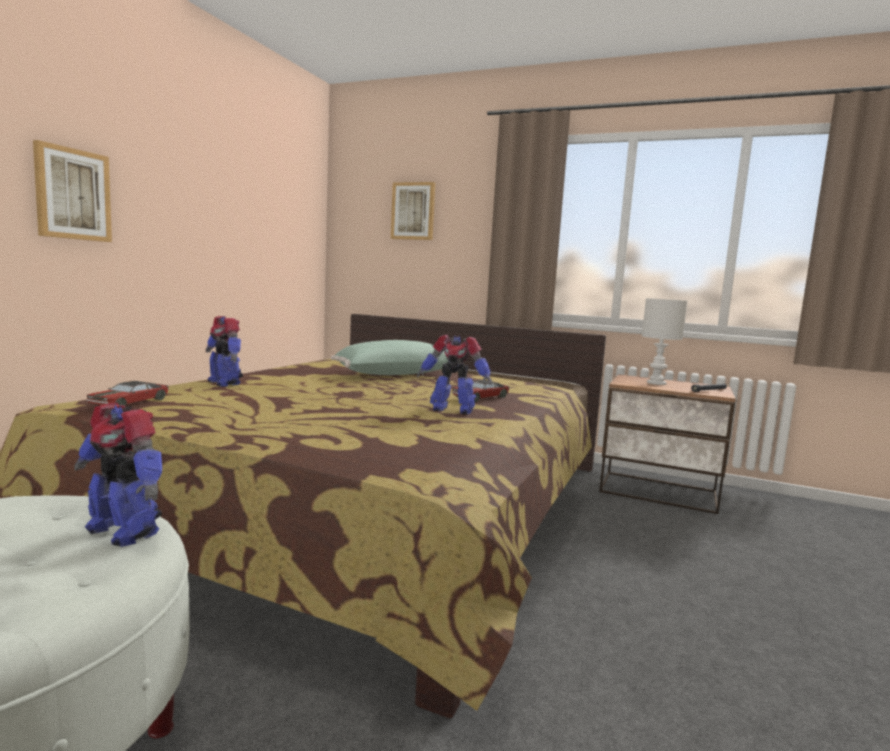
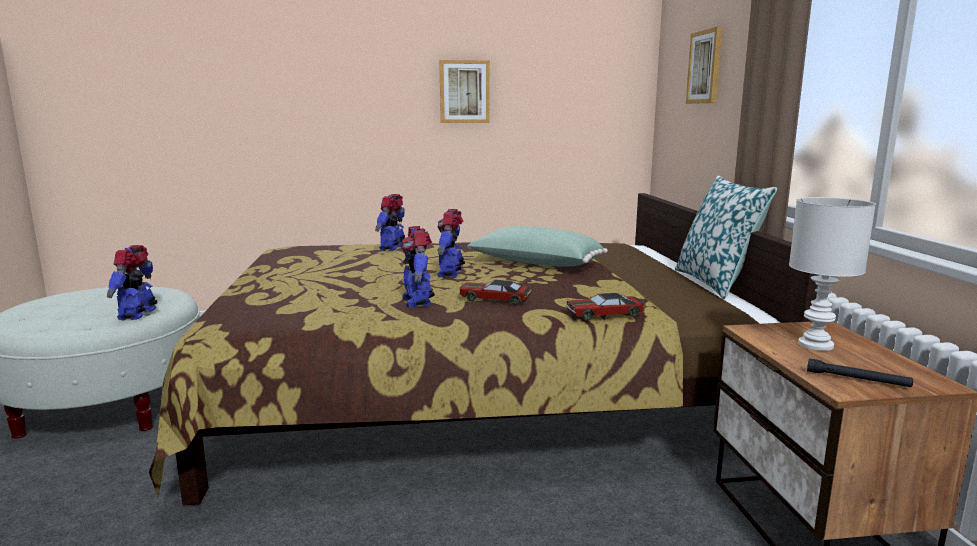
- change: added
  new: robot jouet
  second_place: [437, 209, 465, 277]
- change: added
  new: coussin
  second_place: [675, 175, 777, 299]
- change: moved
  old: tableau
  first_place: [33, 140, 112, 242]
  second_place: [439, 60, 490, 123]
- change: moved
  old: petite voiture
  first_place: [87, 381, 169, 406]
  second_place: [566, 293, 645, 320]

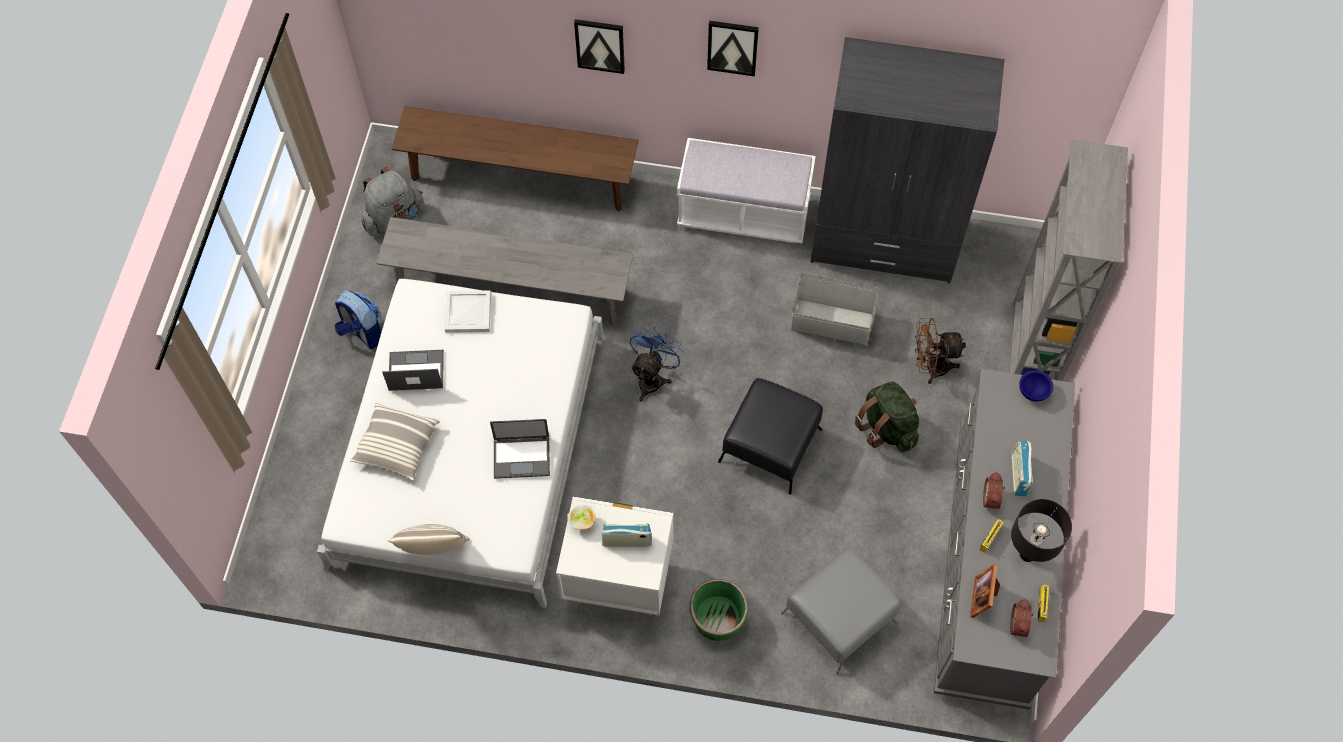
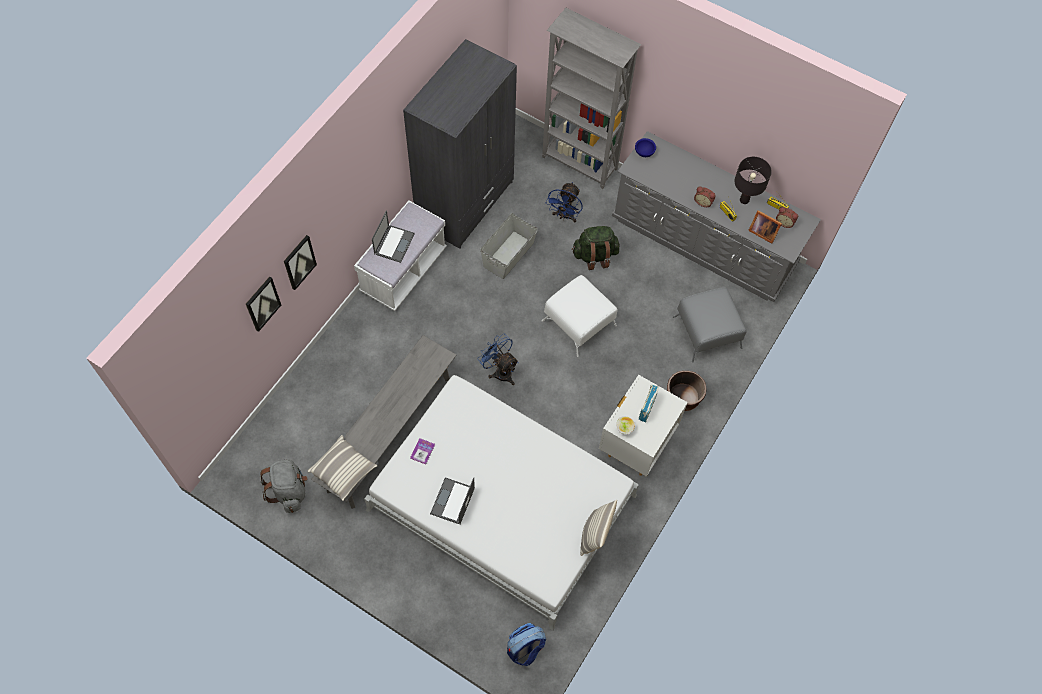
- change: removed
  old: banc [marron]
  first_place: [391, 106, 639, 212]
- change: removed
  old: radio
  first_place: [1011, 440, 1033, 496]
- change: moved
  old: sac à dos
  first_place: [334, 290, 382, 349]
  second_place: [507, 623, 546, 666]
- change: moved
  old: coussin
  first_place: [350, 403, 440, 481]
  second_place: [307, 435, 377, 501]
- change: moved
  old: ordinateur portable
  first_place: [490, 419, 550, 479]
  second_place: [372, 210, 415, 263]
- change: moved
  old: tableau
  first_place: [707, 20, 759, 76]
  second_place: [246, 276, 281, 332]
- change: replaced
  old: plateau [blanc]
  new: livre
  first_place: [444, 290, 491, 333]
  second_place: [410, 438, 435, 464]
- change: recoloured
  old: cache-pot [vert]
  new: cache-pot [marron]
  first_place: [689, 579, 748, 641]
  second_place: [667, 371, 706, 411]
- change: recoloured
  old: pouf [noir]
  new: pouf [blanc]
  first_place: [718, 378, 823, 494]
  second_place: [542, 275, 618, 357]
- change: recoloured
  old: ventilateur [marron]
  new: ventilateur [bleu]
  first_place: [915, 318, 966, 384]
  second_place: [546, 182, 583, 223]

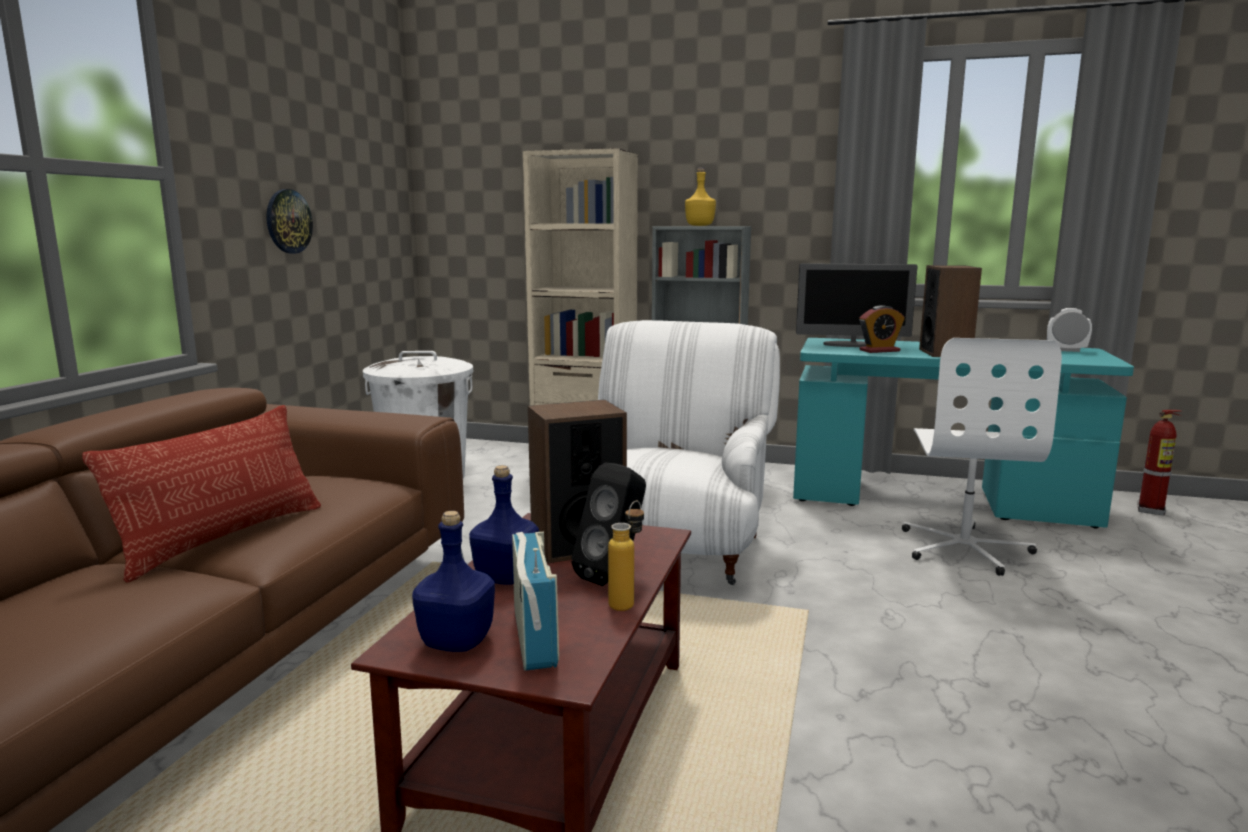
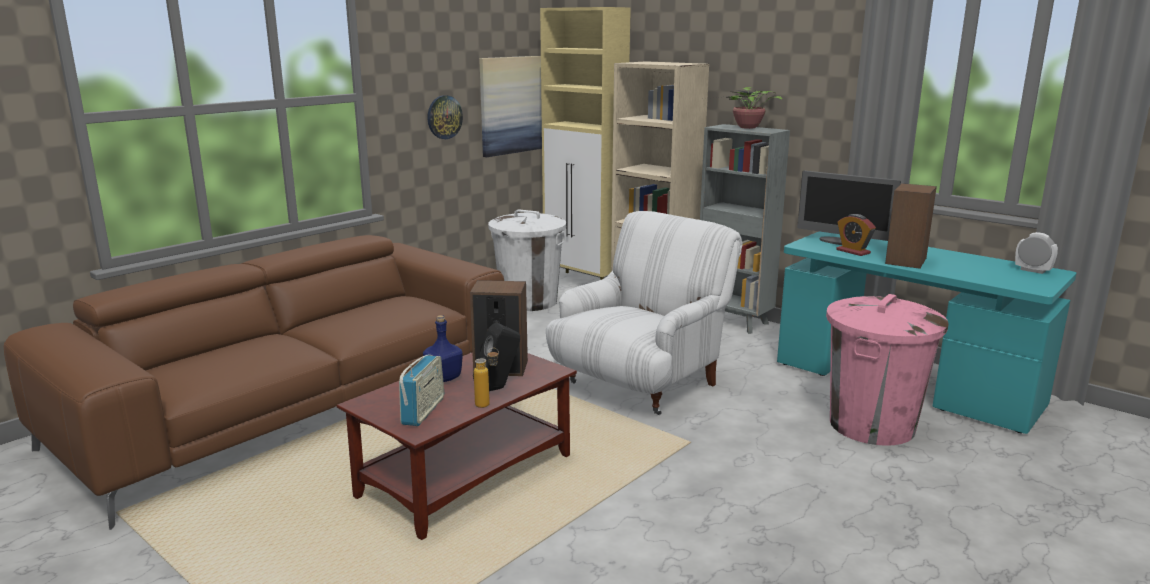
- change: removed
  old: coussin
  first_place: [82, 405, 321, 583]
- change: removed
  old: bouteille [bleu]
  first_place: [412, 511, 495, 652]
- change: removed
  old: extincteur
  first_place: [1138, 410, 1183, 516]
- change: added
  new: tableau
  second_place: [479, 56, 542, 157]
- change: added
  new: meuble de rangement [beige]
  second_place: [540, 7, 631, 280]
- change: replaced
  old: bouteille [jaune]
  new: plante en pot
  first_place: [685, 168, 716, 226]
  second_place: [706, 87, 782, 129]
- change: replaced
  old: chaise de bureau [blanc]
  new: poubelle [rose]
  first_place: [902, 338, 1062, 576]
  second_place: [826, 294, 949, 446]
- change: turned
  old: réveil
  first_place: [859, 305, 905, 353]
  second_place: [836, 214, 876, 256]
  degrees: 45

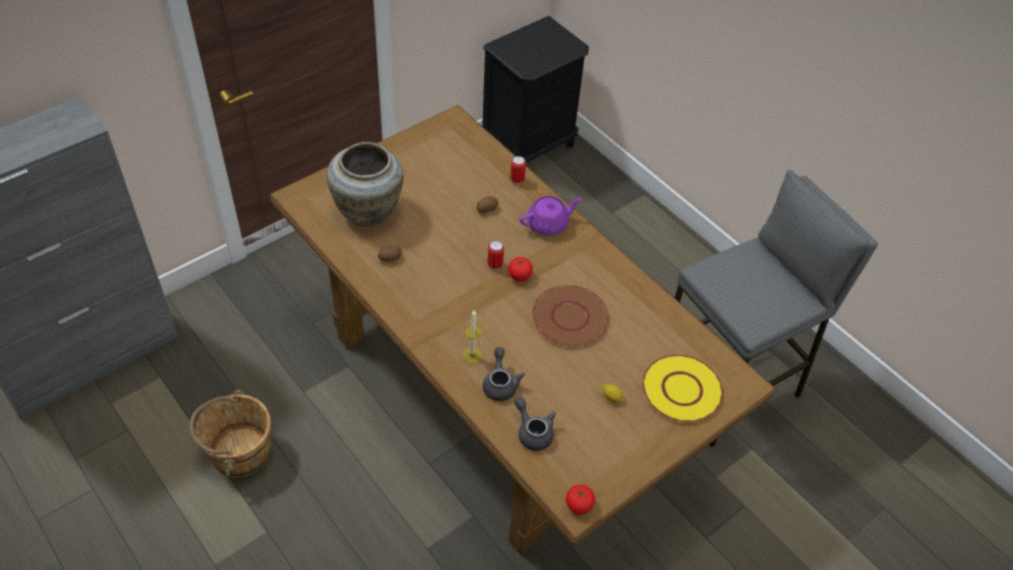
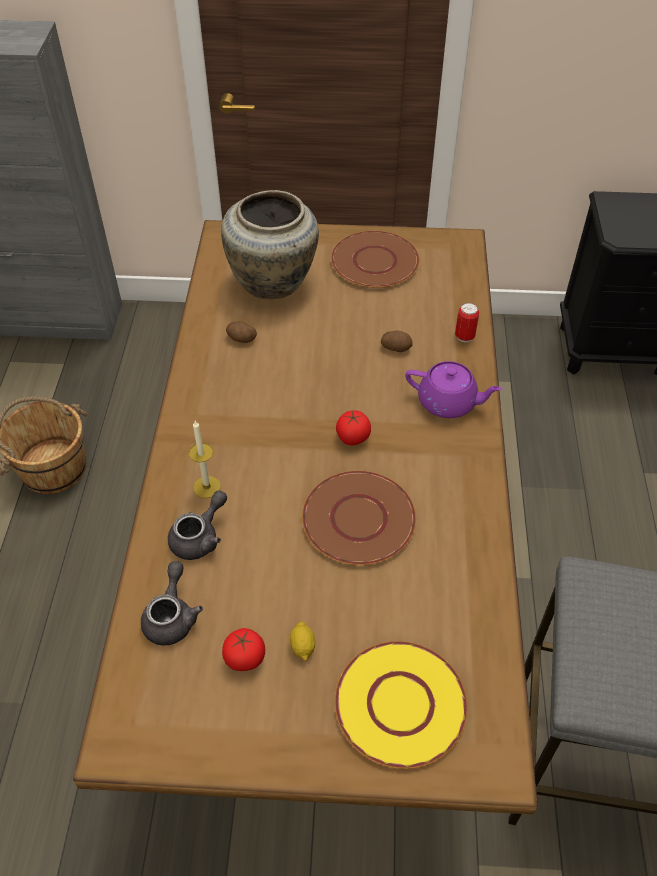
- change: removed
  old: boîte métallique
  first_place: [487, 241, 504, 270]
- change: added
  new: assiette [marron]
  second_place: [331, 231, 419, 288]
- change: moved
  old: tomate
  first_place: [566, 484, 595, 515]
  second_place: [222, 628, 265, 671]

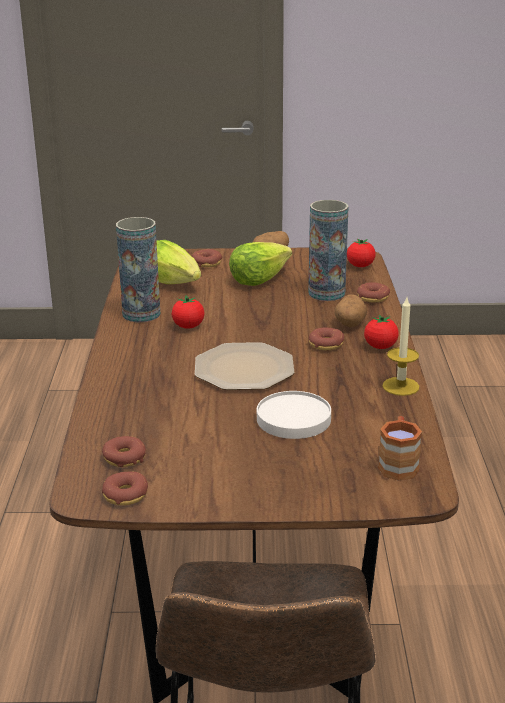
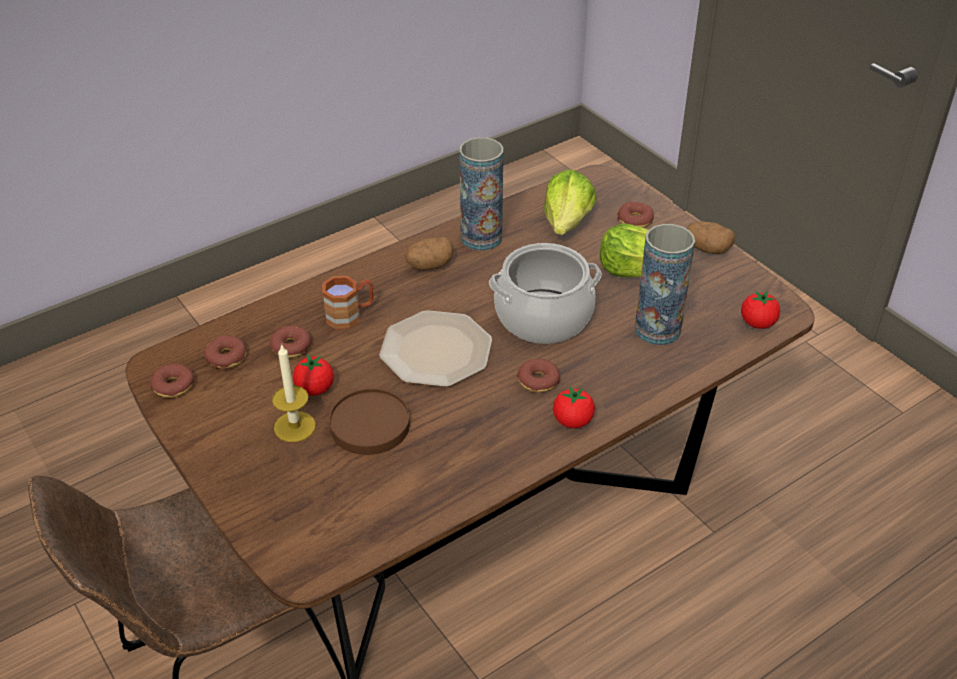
- change: added
  new: marmite
  second_place: [489, 243, 602, 344]
- change: moved
  old: tomate
  first_place: [172, 296, 204, 329]
  second_place: [293, 354, 334, 396]
- change: moved
  old: pomme de terre
  first_place: [335, 294, 367, 328]
  second_place: [405, 237, 453, 271]
- change: moved
  old: beignet
  first_place: [357, 282, 390, 303]
  second_place: [270, 326, 312, 358]
- change: moved
  old: mug [marron]
  first_place: [378, 416, 422, 481]
  second_place: [322, 276, 373, 329]
- change: moved
  old: bougie
  first_place: [382, 298, 419, 396]
  second_place: [272, 344, 316, 442]
- change: recoloured
  old: assiette [blanc]
  new: assiette [marron]
  first_place: [257, 391, 331, 439]
  second_place: [329, 388, 410, 455]

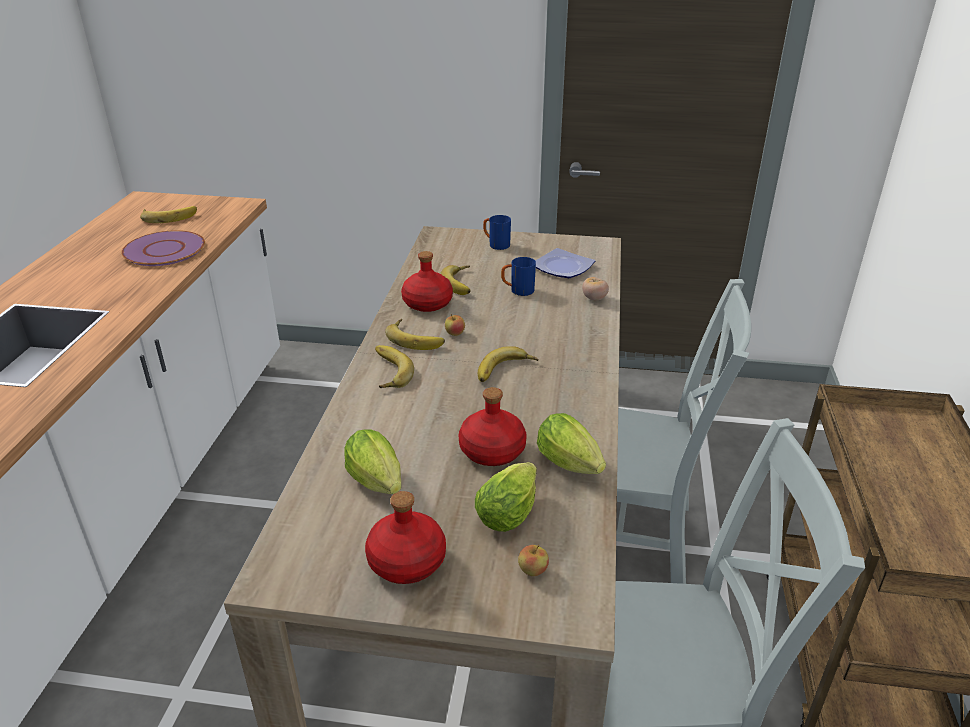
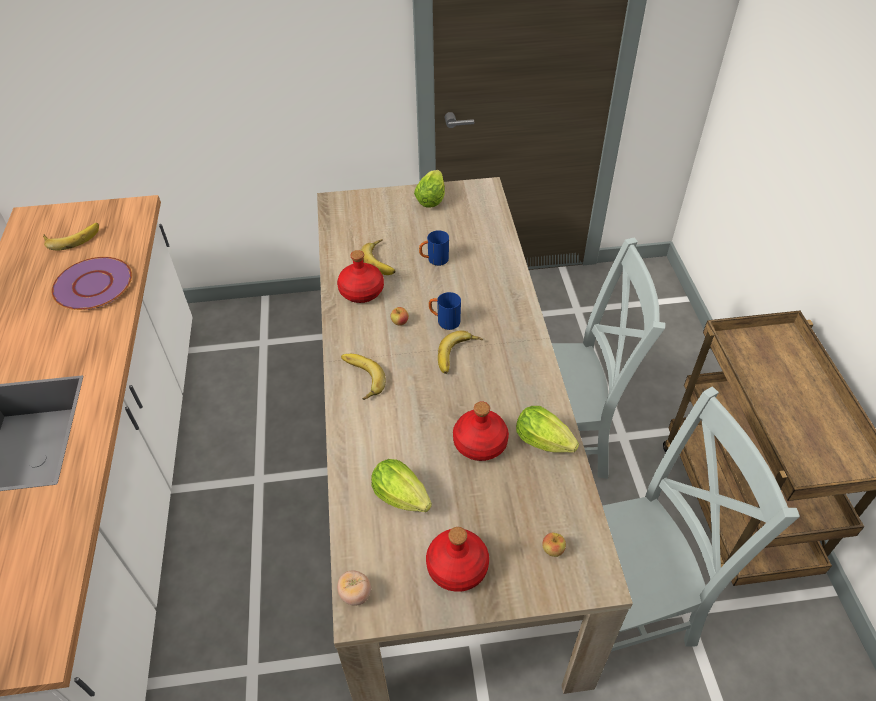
- change: removed
  old: banane
  first_place: [385, 319, 445, 350]
- change: removed
  old: assiette
  first_place: [535, 248, 596, 278]
- change: moved
  old: laitue
  first_place: [475, 462, 537, 532]
  second_place: [414, 170, 445, 208]
- change: moved
  old: mug [bleu]
  first_place: [483, 215, 511, 250]
  second_place: [429, 292, 461, 330]
- change: moved
  old: tomate
  first_place: [582, 277, 609, 300]
  second_place: [337, 571, 371, 606]

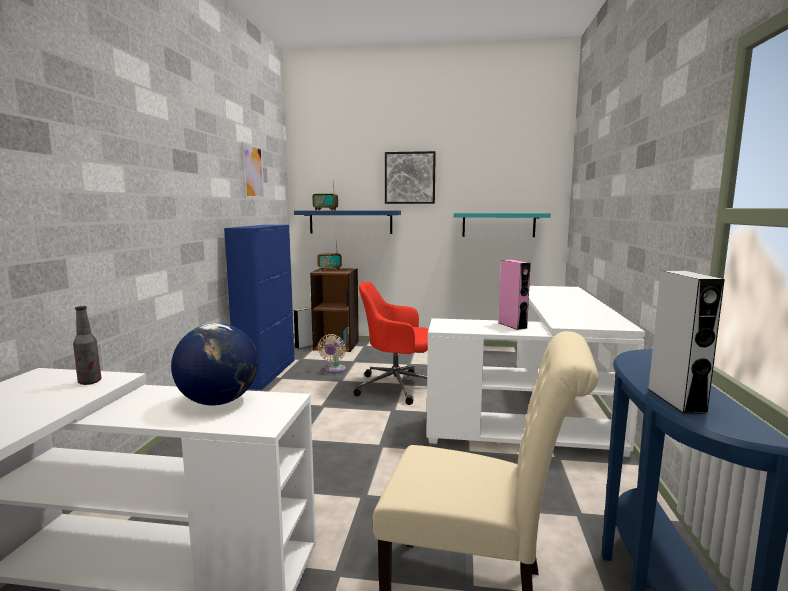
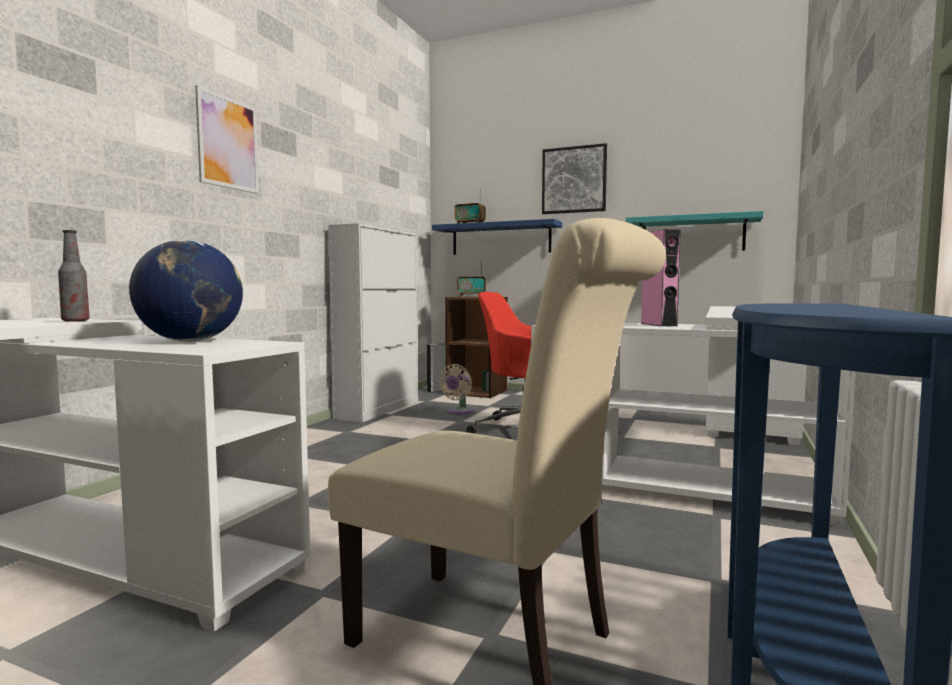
- change: removed
  old: enceinte [gris]
  first_place: [648, 270, 725, 414]
- change: moved
  old: tableau
  first_place: [241, 142, 264, 199]
  second_place: [195, 85, 259, 194]
- change: recoloured
  old: meuble de rangement [bleu]
  new: meuble de rangement [blanc]
  first_place: [224, 225, 294, 390]
  second_place: [328, 223, 418, 422]

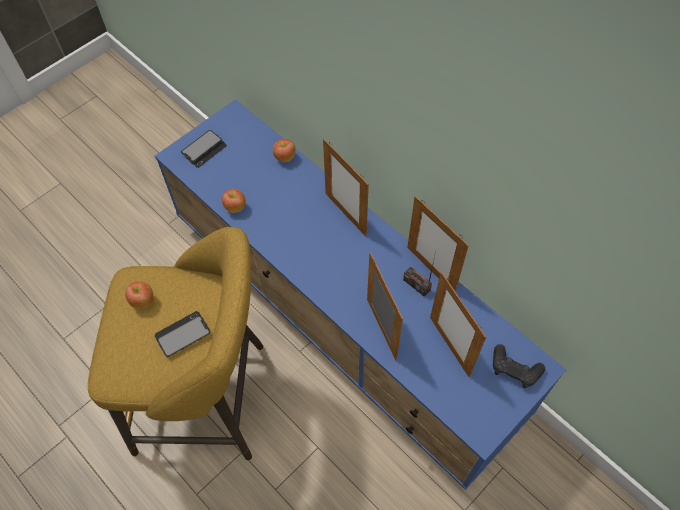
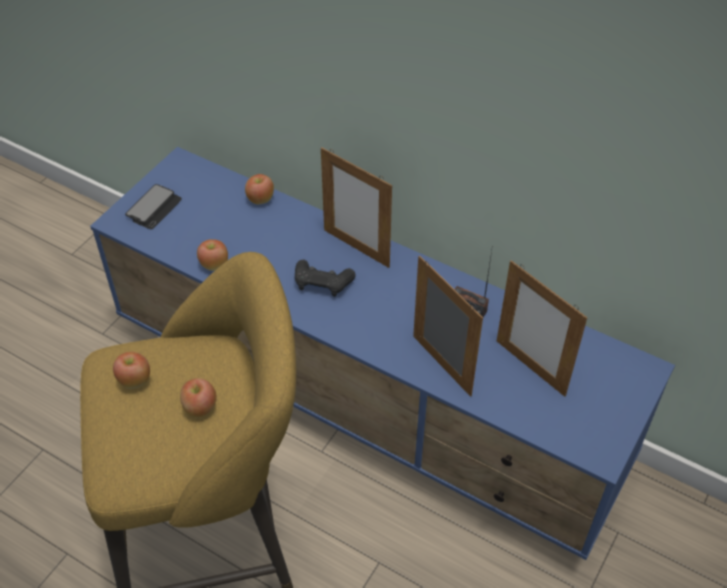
- change: removed
  old: cadre photo
  first_place: [407, 196, 469, 292]
- change: moved
  old: manette [noir]
  first_place: [493, 344, 545, 388]
  second_place: [295, 260, 356, 297]
- change: replaced
  old: téléphone
  new: pomme
  first_place: [155, 311, 210, 357]
  second_place: [180, 378, 217, 418]

